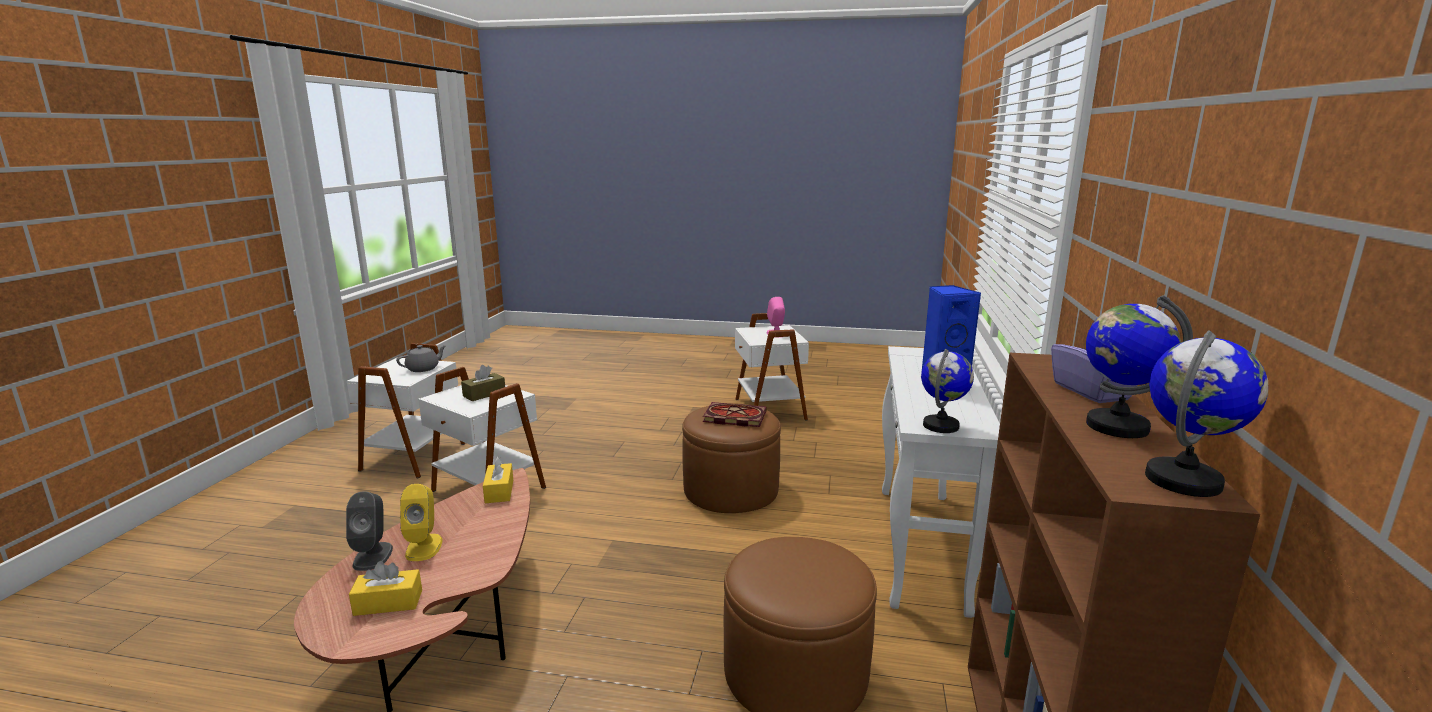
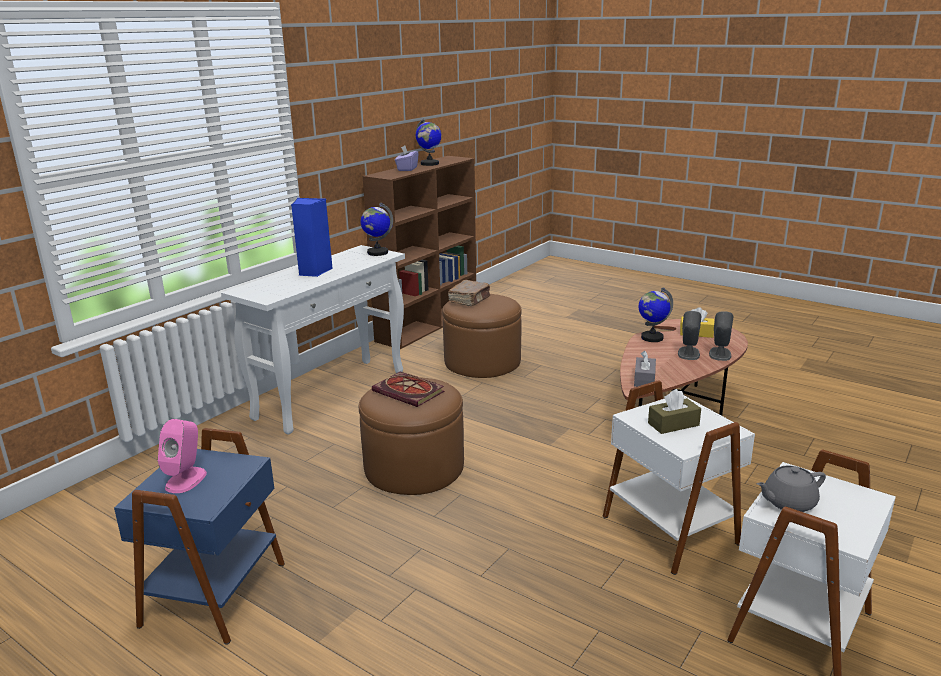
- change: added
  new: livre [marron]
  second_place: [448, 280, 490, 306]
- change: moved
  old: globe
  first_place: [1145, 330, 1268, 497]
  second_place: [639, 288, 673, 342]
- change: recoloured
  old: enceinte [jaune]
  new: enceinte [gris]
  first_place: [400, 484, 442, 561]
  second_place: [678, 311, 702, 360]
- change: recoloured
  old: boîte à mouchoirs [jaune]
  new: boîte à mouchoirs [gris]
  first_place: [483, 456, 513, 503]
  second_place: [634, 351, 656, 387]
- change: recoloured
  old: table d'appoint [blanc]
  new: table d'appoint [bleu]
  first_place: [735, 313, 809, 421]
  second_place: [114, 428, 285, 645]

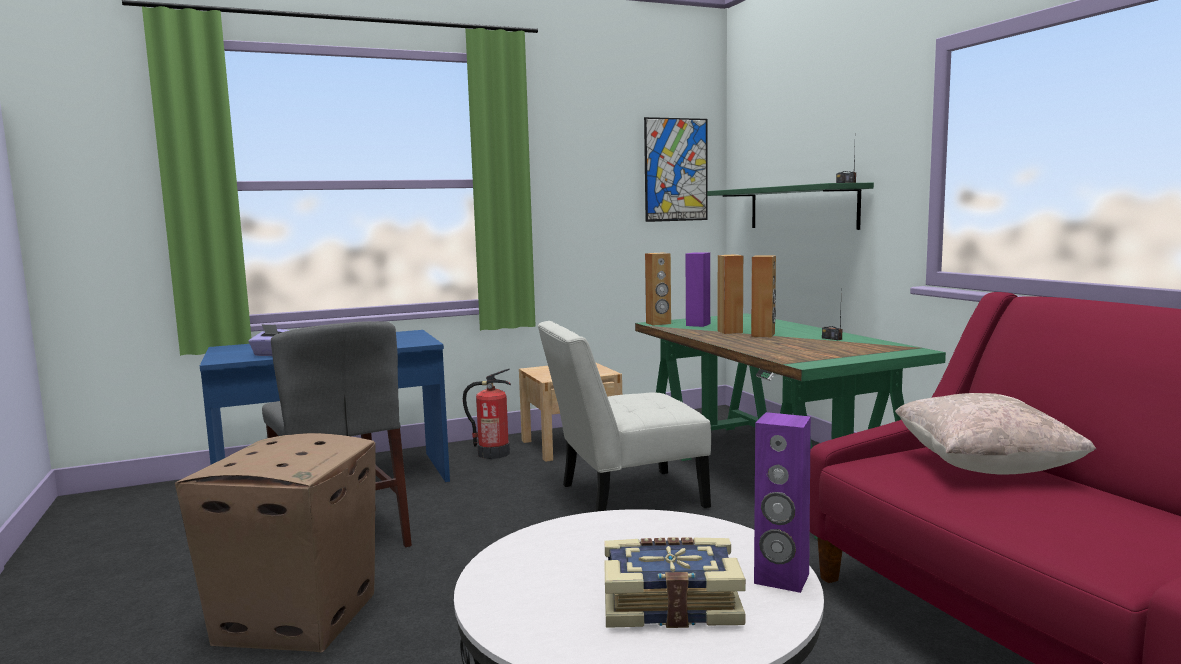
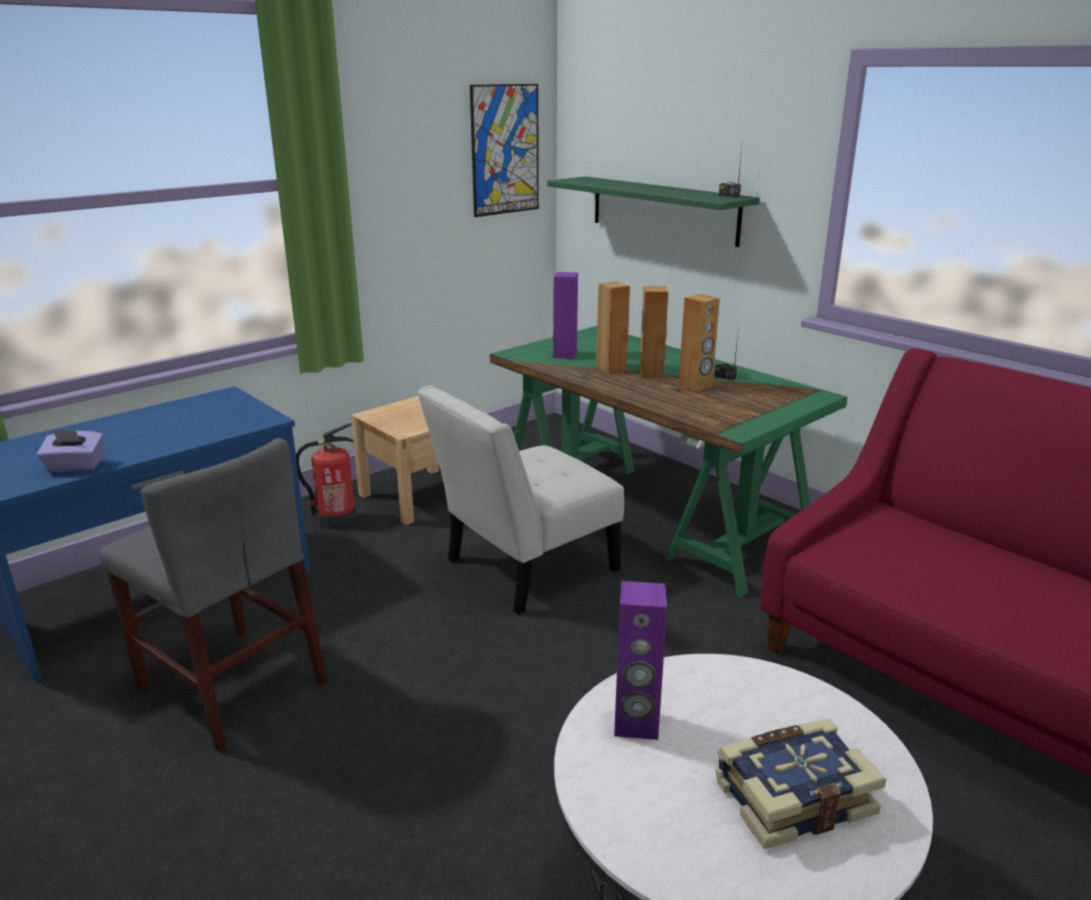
- change: removed
  old: carton
  first_place: [175, 433, 376, 653]
- change: removed
  old: coussin [beige]
  first_place: [895, 393, 1096, 475]
- change: moved
  old: enceinte [marron]
  first_place: [645, 253, 671, 326]
  second_place: [679, 294, 720, 391]
- change: moved
  old: enceinte [violet]
  first_place: [754, 412, 811, 593]
  second_place: [614, 581, 667, 740]

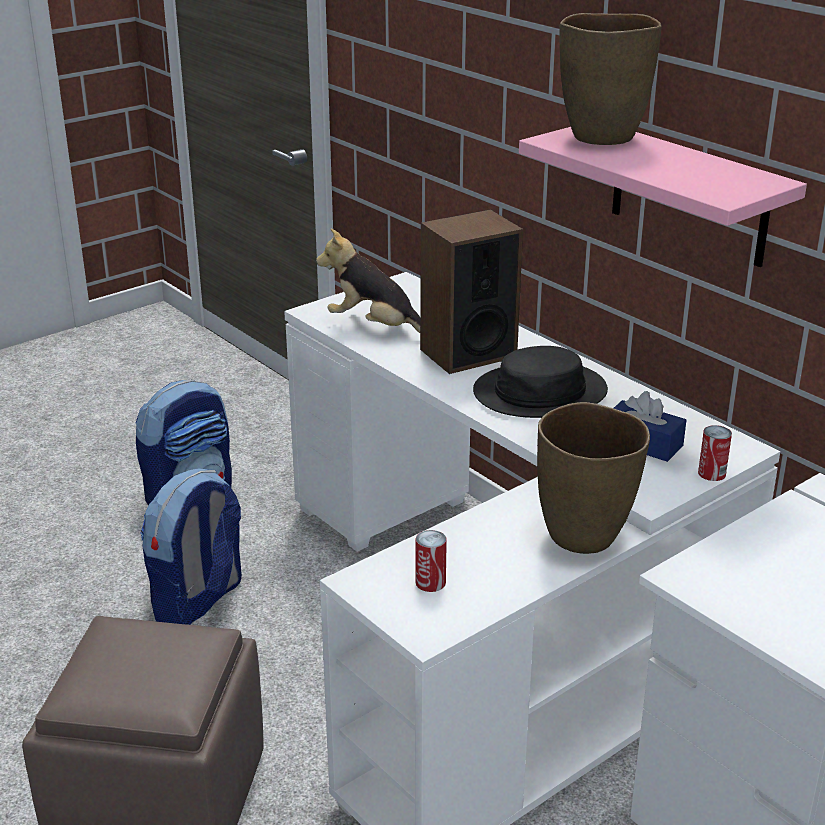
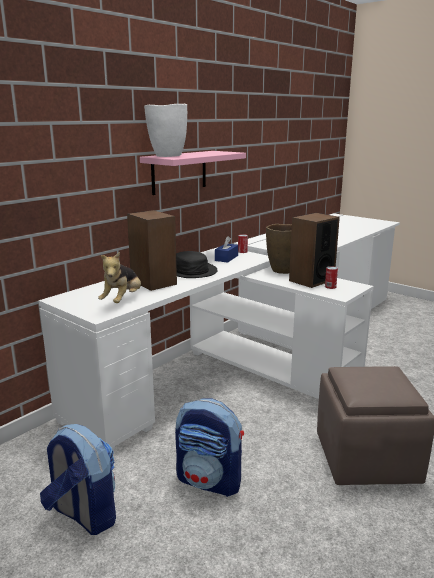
- change: added
  new: enceinte
  second_place: [289, 213, 340, 288]
- change: recoloured
  old: vase [marron]
  new: vase [blanc]
  first_place: [559, 13, 662, 145]
  second_place: [144, 104, 187, 157]

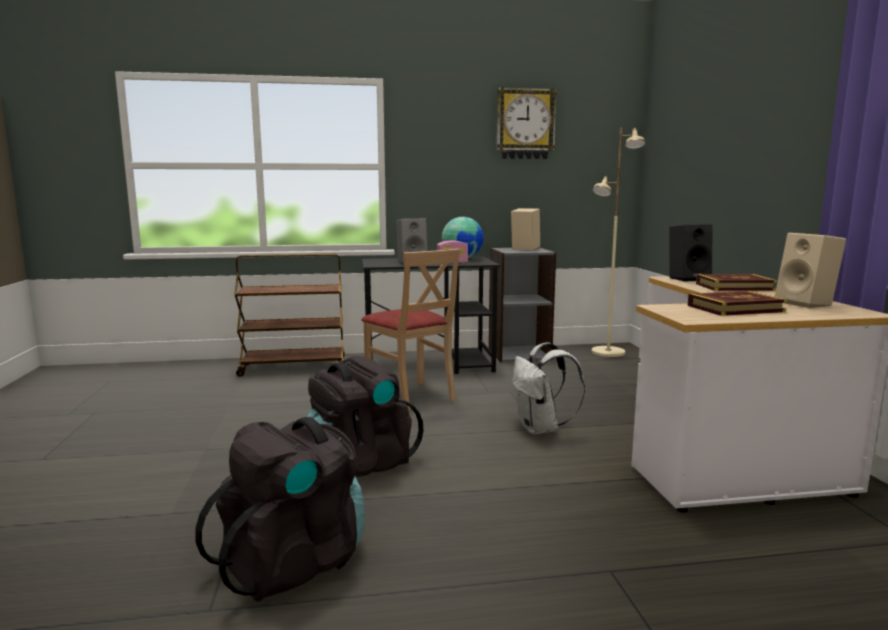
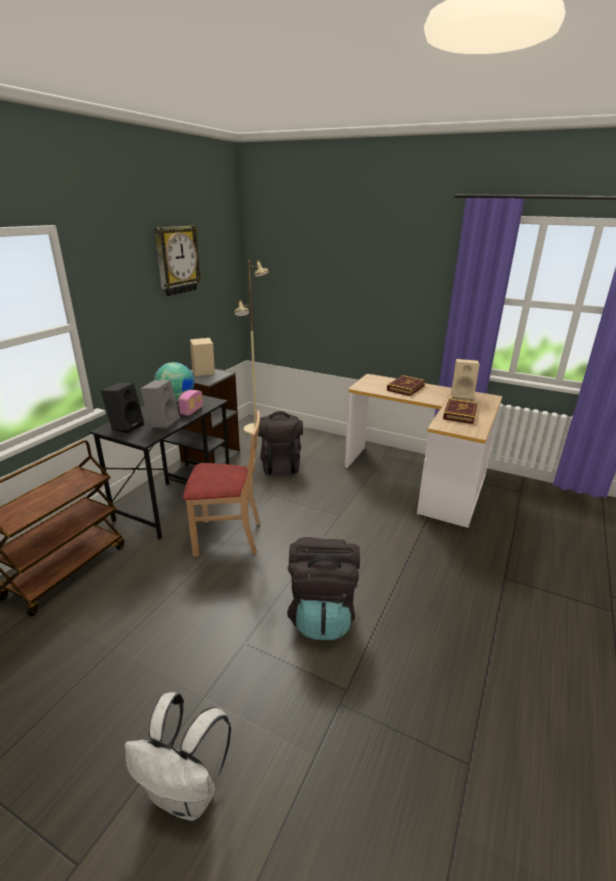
- change: moved
  old: sac à dos [noir]
  first_place: [195, 417, 365, 602]
  second_place: [258, 411, 303, 476]
- change: moved
  old: sac à dos [blanc]
  first_place: [512, 342, 585, 434]
  second_place: [124, 692, 231, 821]
- change: moved
  old: enceinte [noir]
  first_place: [669, 224, 713, 282]
  second_place: [101, 382, 144, 433]

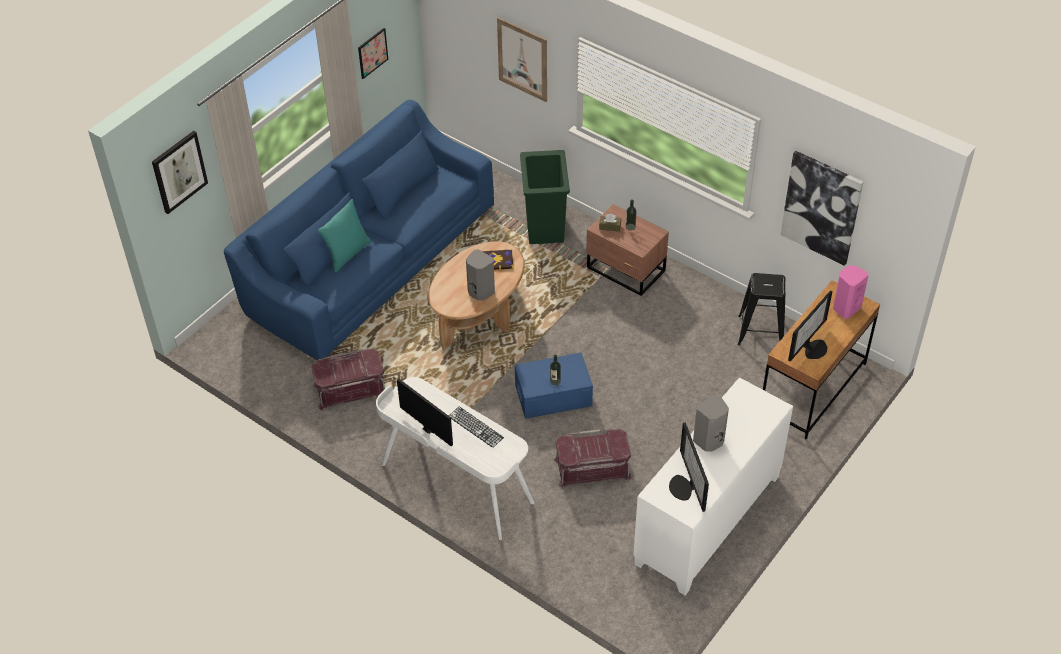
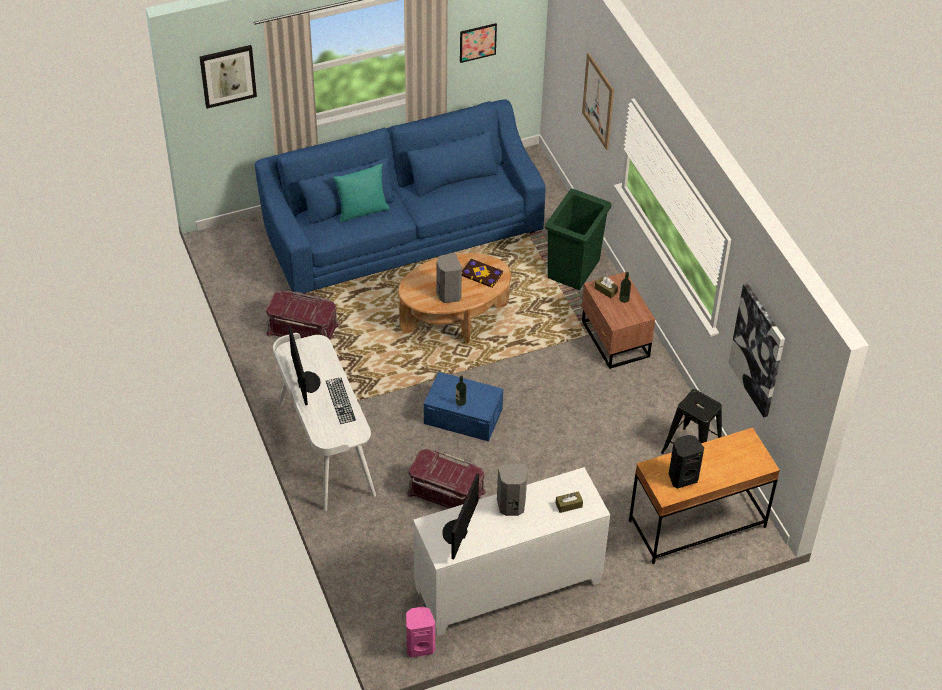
- change: added
  new: boîte à mouchoirs [marron]
  second_place: [556, 491, 583, 513]
- change: moved
  old: enceinte [rose]
  first_place: [833, 265, 869, 319]
  second_place: [406, 607, 435, 658]
- change: replaced
  old: écran d'ordinateur
  new: enceinte [noir]
  first_place: [788, 290, 832, 361]
  second_place: [669, 435, 704, 488]

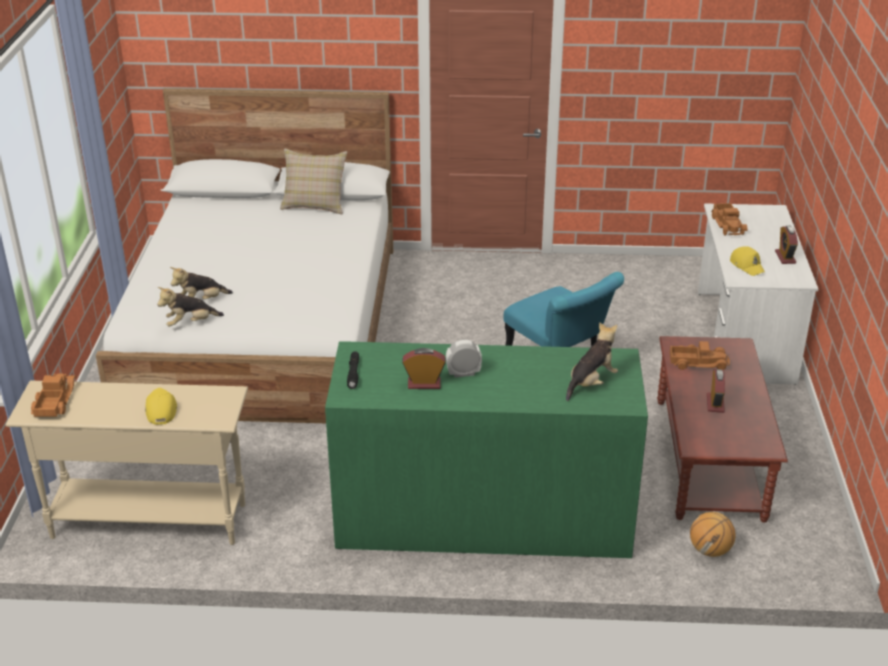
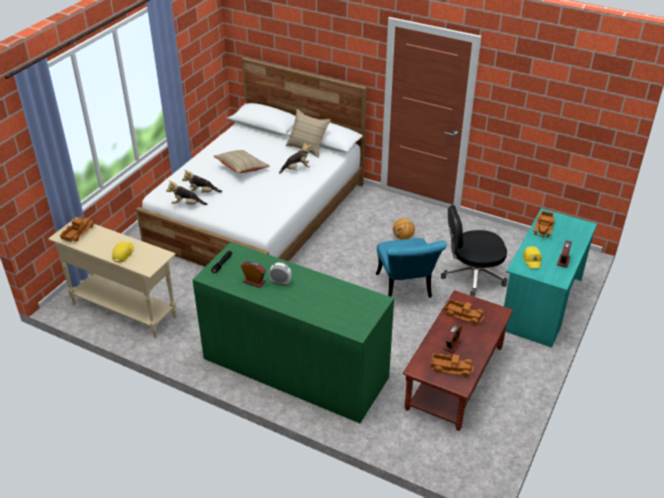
- change: added
  new: coussin [beige]
  second_place: [213, 150, 270, 173]
- change: added
  new: camion jouet
  second_place: [431, 354, 474, 377]
- change: added
  new: chaise de bureau [noir]
  second_place: [441, 205, 508, 297]
- change: moved
  old: peluche
  first_place: [566, 322, 618, 401]
  second_place: [279, 142, 312, 174]
- change: moved
  old: ballon de basket
  first_place: [690, 512, 736, 557]
  second_place: [393, 218, 415, 240]
- change: recoloured
  old: bureau [blanc]
  new: bureau [turquoise]
  first_place: [698, 203, 818, 385]
  second_place: [504, 208, 597, 348]

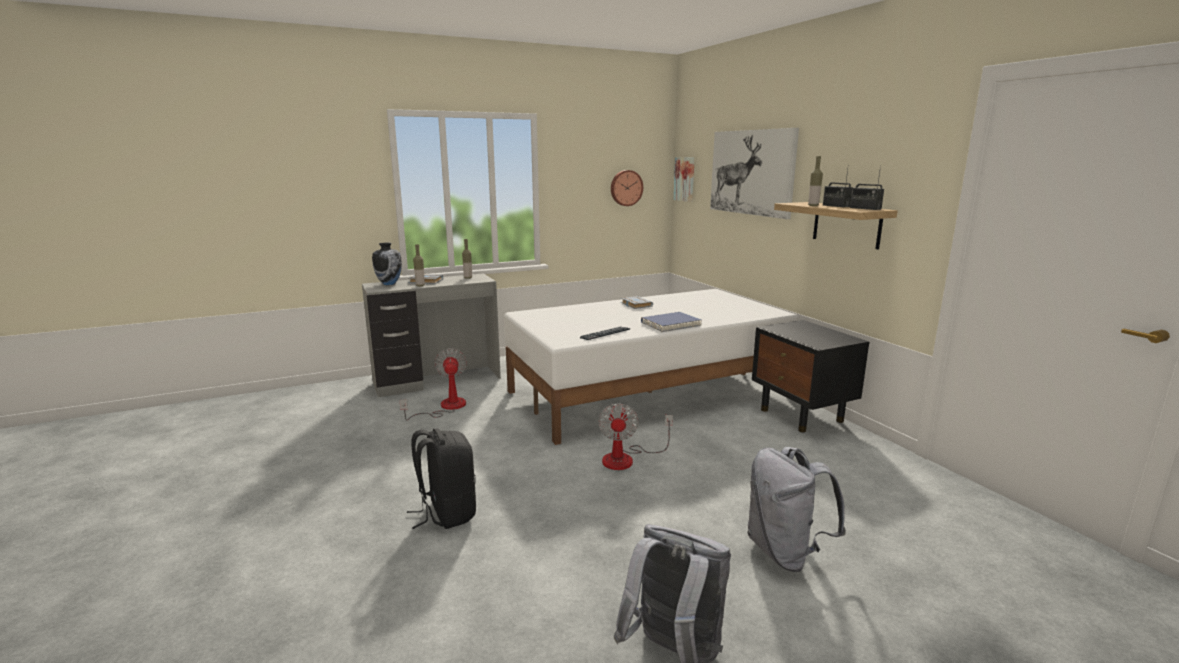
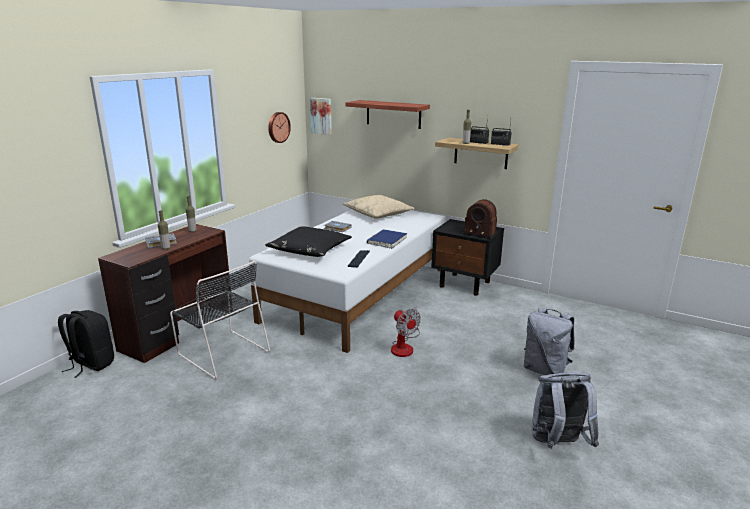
- change: removed
  old: vase
  first_place: [372, 243, 402, 285]
- change: added
  new: coussin [noir]
  second_place: [265, 226, 352, 257]
- change: added
  new: coussin [beige]
  second_place: [343, 195, 415, 219]
- change: added
  new: radio
  second_place: [459, 199, 497, 239]
- change: moved
  old: sac à dos [noir]
  first_place: [407, 428, 476, 529]
  second_place: [58, 310, 114, 378]
- change: replaced
  old: ventilateur
  new: chaise [noir]
  first_place: [400, 348, 467, 420]
  second_place: [170, 261, 270, 379]
- change: replaced
  old: tableau
  new: étagère
  first_place: [710, 128, 799, 219]
  second_place: [345, 100, 430, 129]
- change: recoloured
  old: bureau [gris]
  new: bureau [marron]
  first_place: [362, 273, 501, 397]
  second_place: [98, 224, 233, 363]

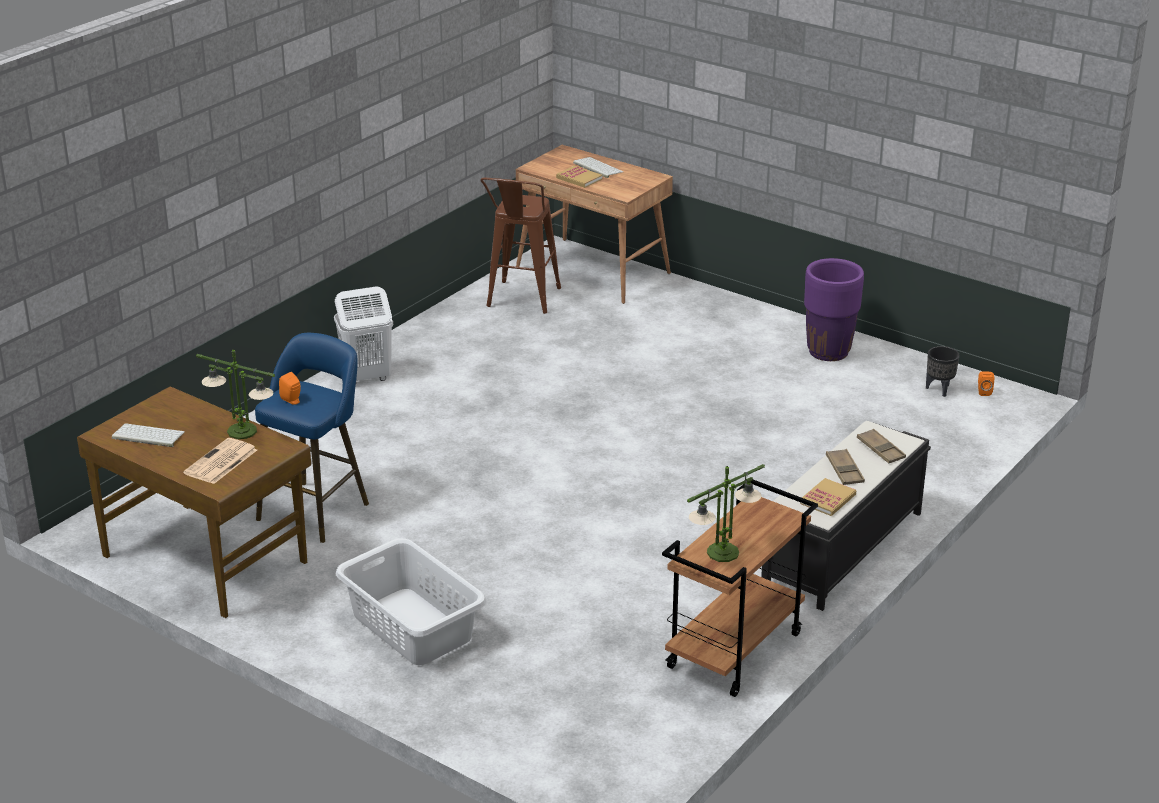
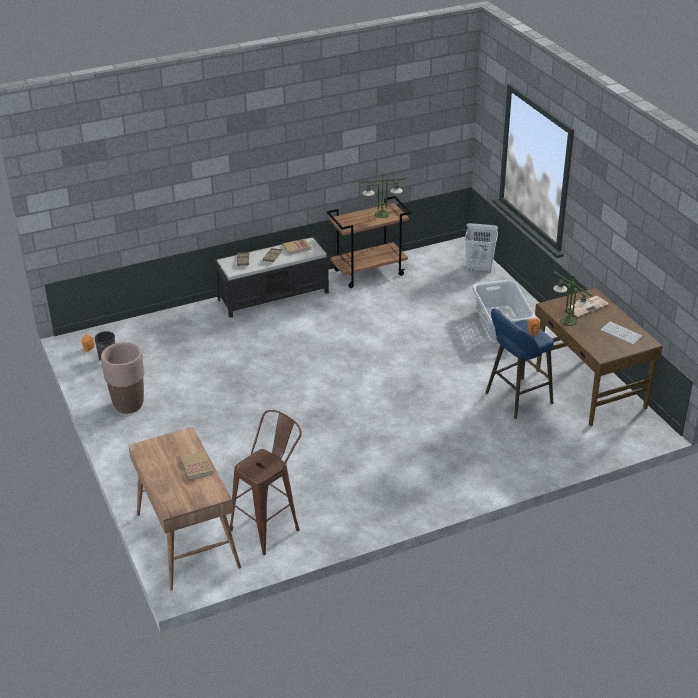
- change: removed
  old: clavier
  first_place: [573, 157, 623, 178]
- change: moved
  old: panier à linge [blanc]
  first_place: [334, 286, 393, 381]
  second_place: [465, 223, 498, 273]
- change: recoloured
  old: cache-pot [violet]
  new: cache-pot [marron]
  first_place: [804, 258, 864, 361]
  second_place: [101, 342, 144, 413]

